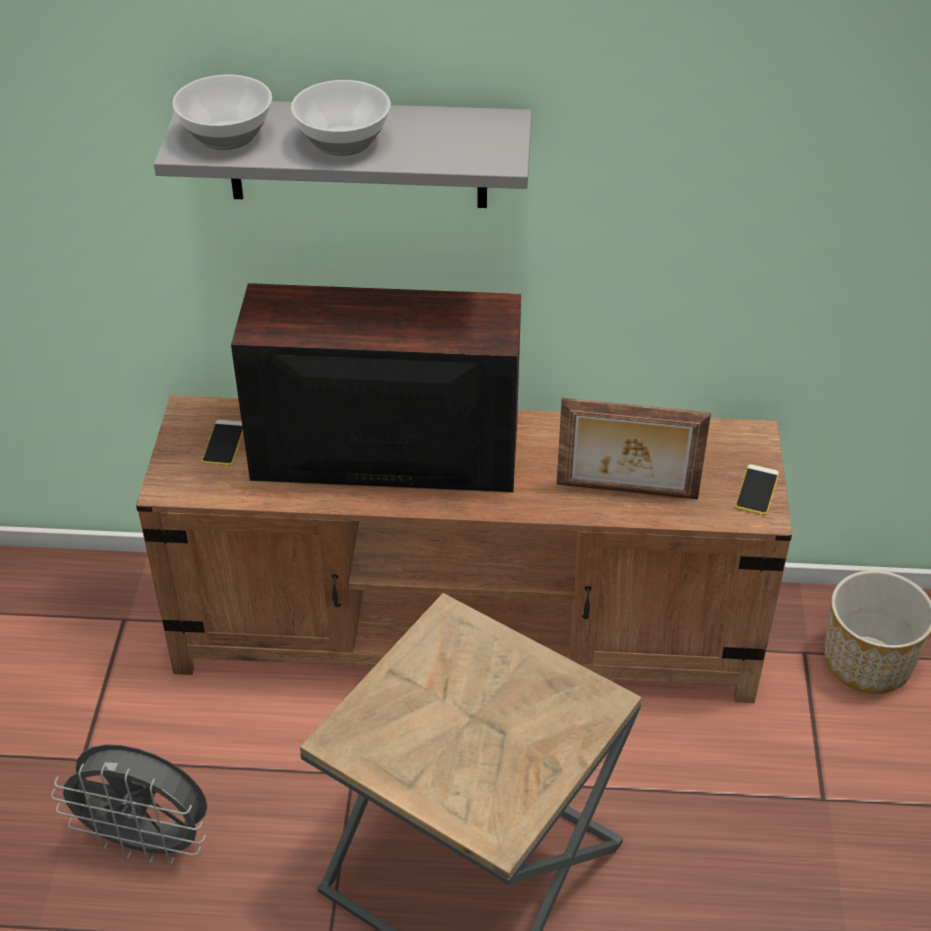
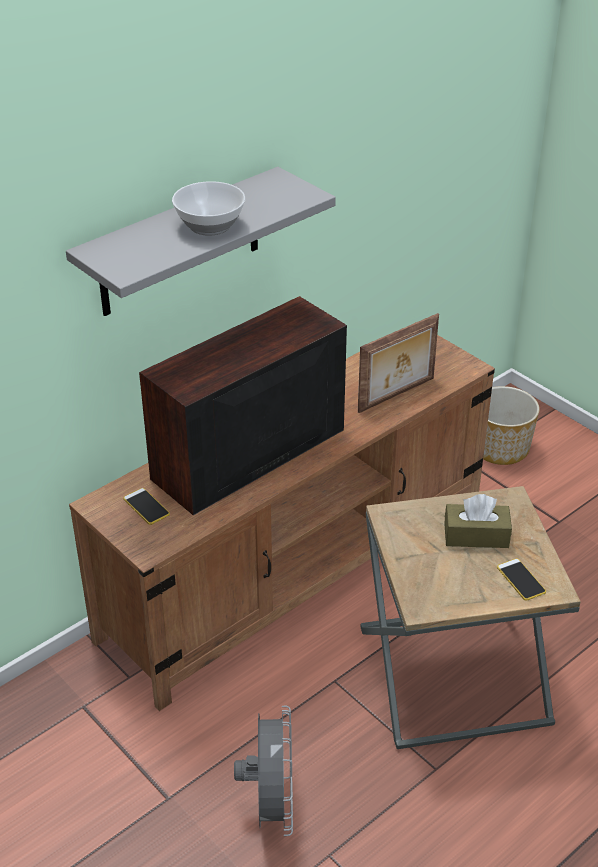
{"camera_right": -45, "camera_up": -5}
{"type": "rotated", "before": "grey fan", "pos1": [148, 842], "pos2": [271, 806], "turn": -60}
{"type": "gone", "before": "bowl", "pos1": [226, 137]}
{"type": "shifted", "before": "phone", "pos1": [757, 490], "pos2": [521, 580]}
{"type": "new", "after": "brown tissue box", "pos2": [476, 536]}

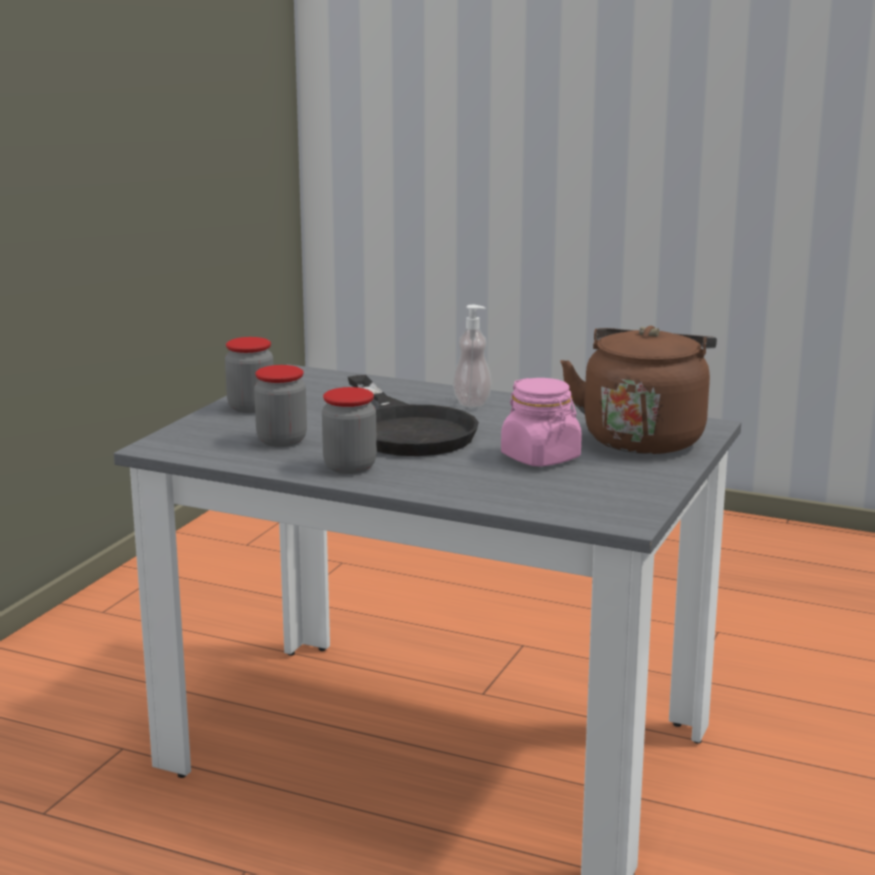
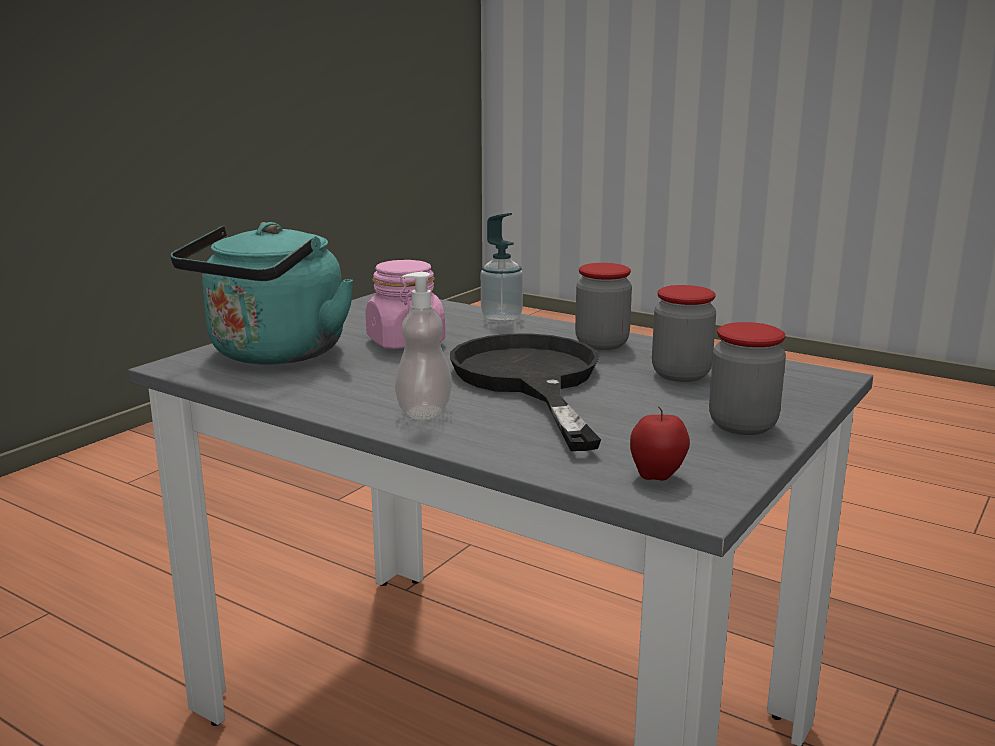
{"camera_right": -170, "camera_up": 0}
{"type": "repainted", "before": "brown kettle", "after": "turquoise kettle", "pos1": [643, 438], "pos2": [273, 355]}
{"type": "new", "after": "soap dispenser", "pos2": [501, 318]}
{"type": "new", "after": "apple", "pos2": [657, 477]}

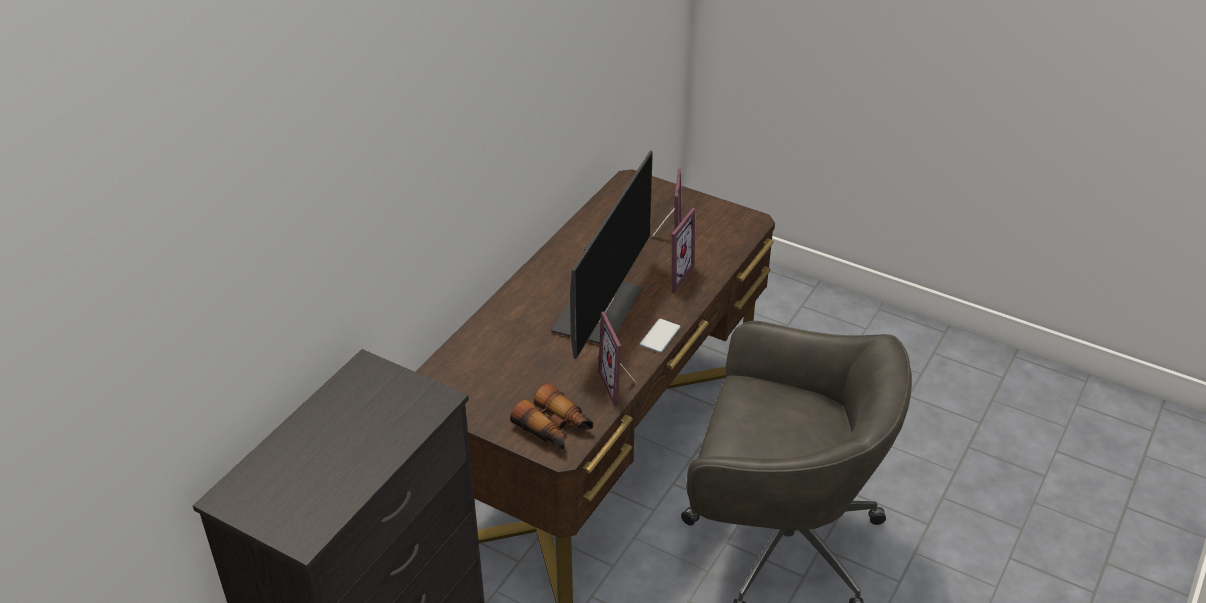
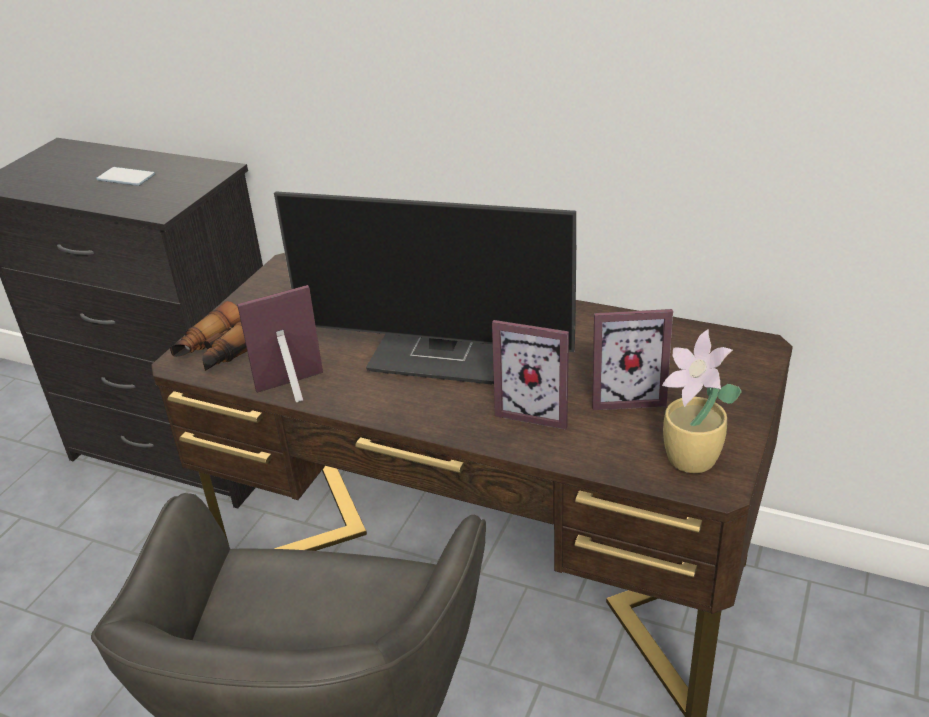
{"camera_right": 85, "camera_up": -5}
{"type": "shifted", "before": "phone", "pos1": [660, 336], "pos2": [126, 178]}
{"type": "new", "after": "potted plant", "pos2": [691, 461]}

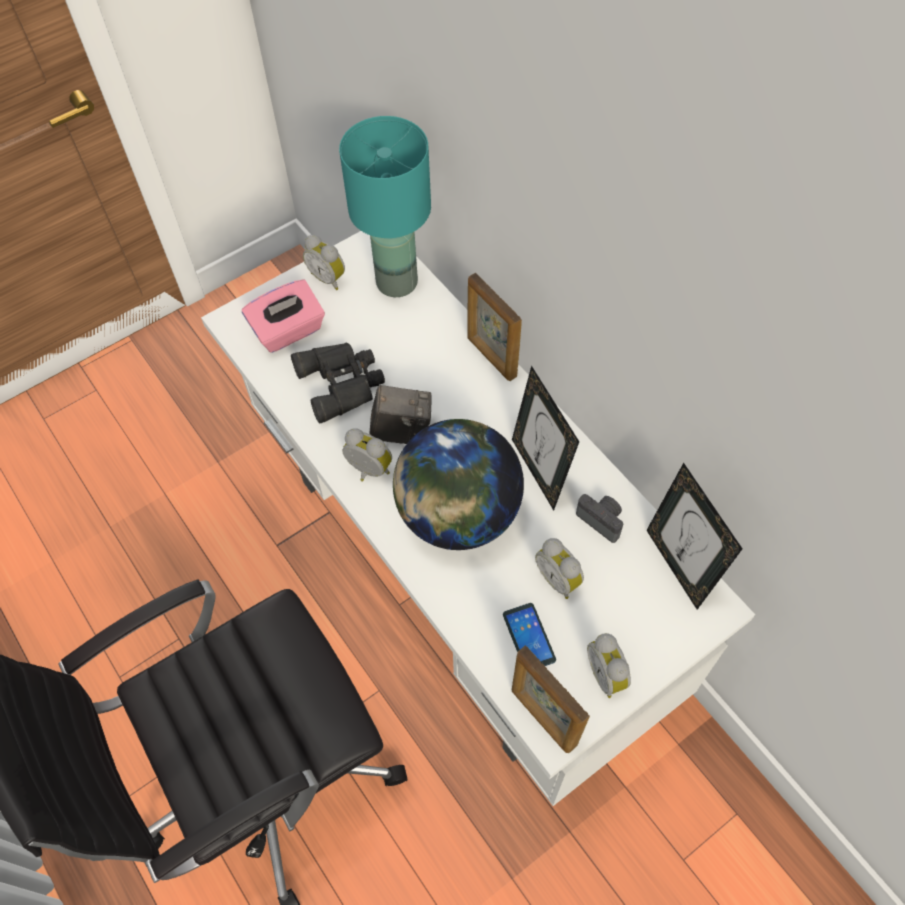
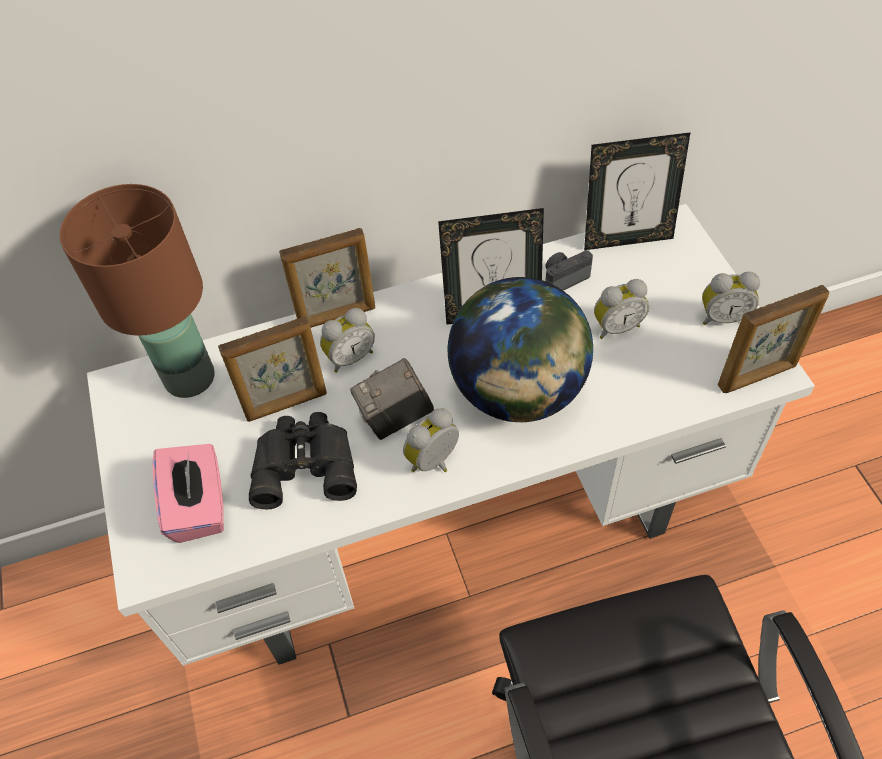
{"camera_right": -70, "camera_up": -5}
{"type": "shifted", "before": "alarm clock", "pos1": [329, 277], "pos2": [349, 357]}
{"type": "repainted", "before": "turquoise table lamp", "after": "brown table lamp", "pos1": [398, 282], "pos2": [190, 376]}
{"type": "rotated", "before": "photo camera", "pos1": [402, 431], "pos2": [396, 418], "turn": -135}
{"type": "gone", "before": "phone", "pos1": [528, 637]}
{"type": "new", "after": "picture frame", "pos2": [286, 404]}

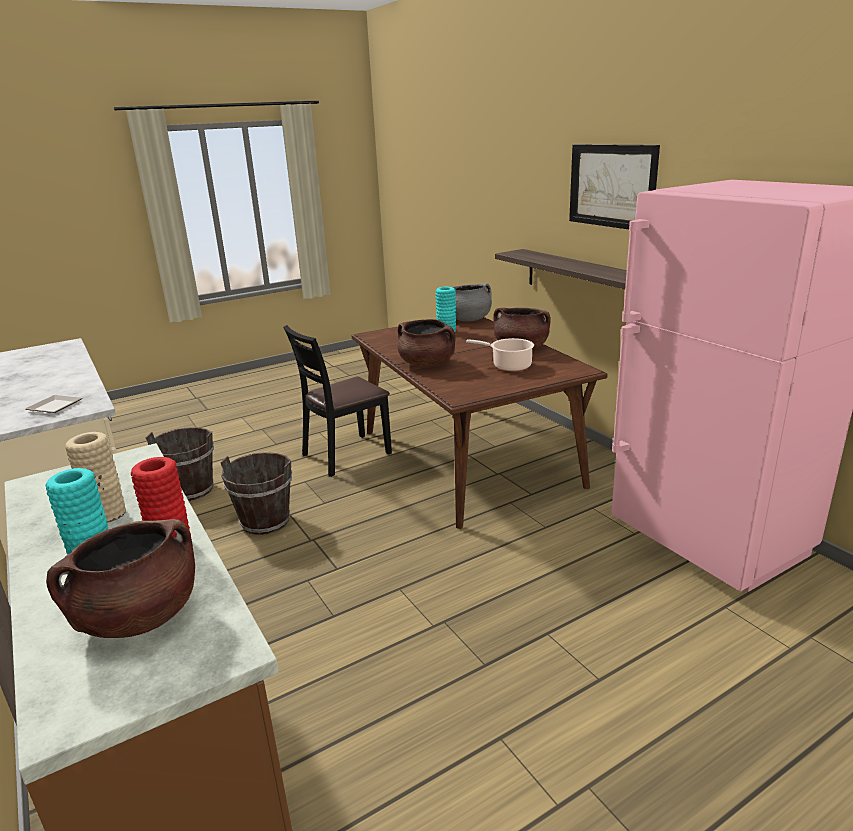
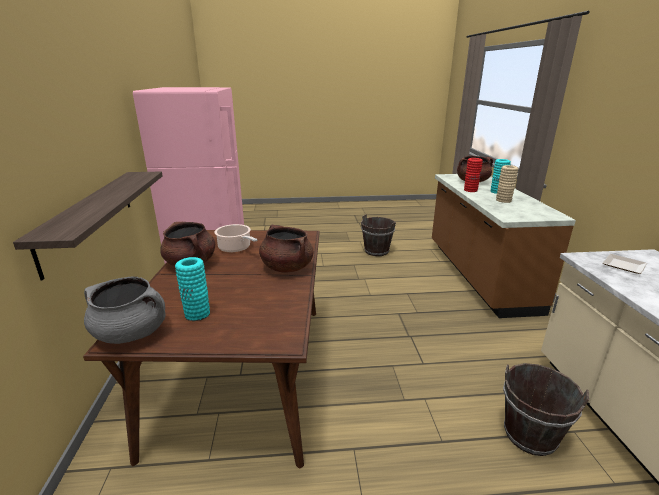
{"camera_right": -155, "camera_up": 0}
{"type": "shifted", "before": "brown bucket", "pos1": [266, 521], "pos2": [376, 251]}
{"type": "gone", "before": "black chair", "pos1": [345, 455]}
{"type": "gone", "before": "picture", "pos1": [612, 186]}

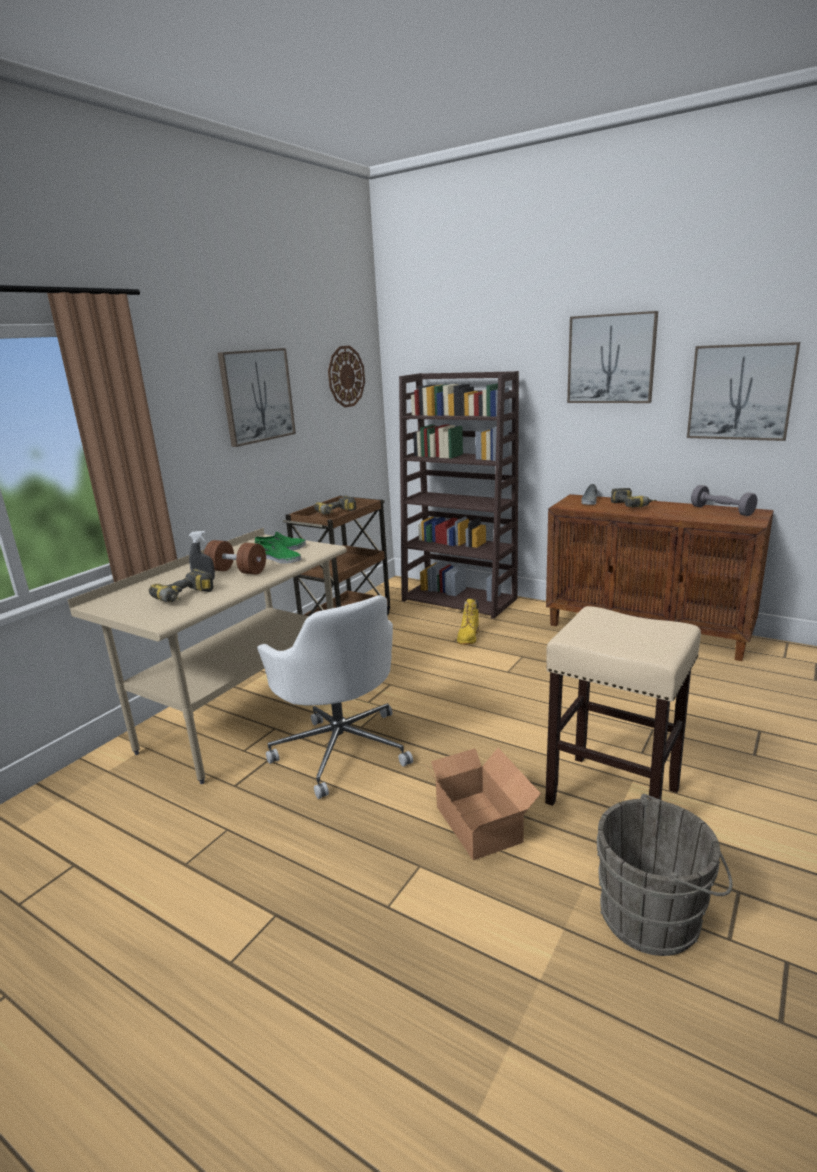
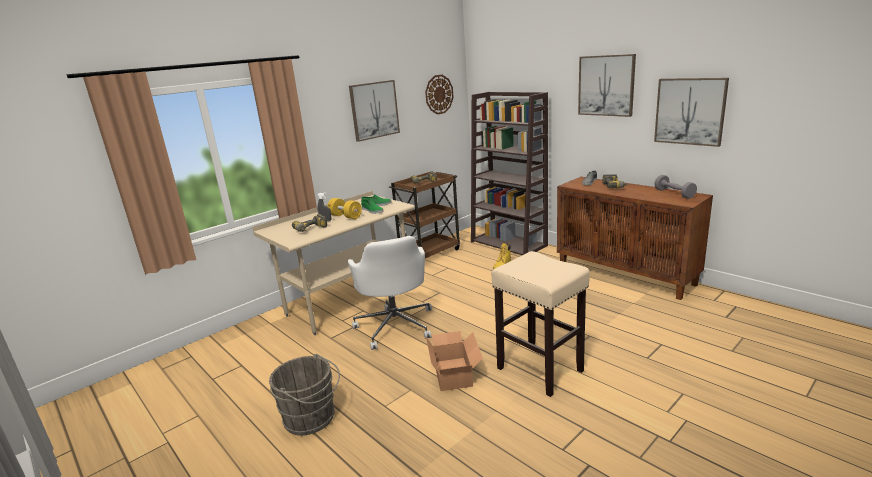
{"camera_right": 15, "camera_up": 0}
{"type": "repainted", "before": "brown dumbbell", "after": "yellow dumbbell", "pos1": [237, 571], "pos2": [345, 216]}
{"type": "shifted", "before": "grey bucket", "pos1": [656, 916], "pos2": [312, 418]}

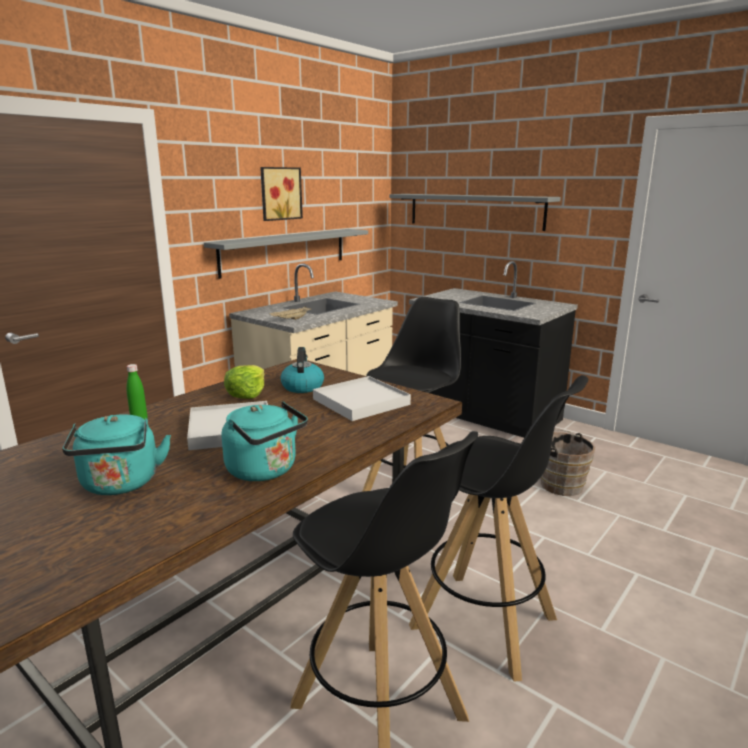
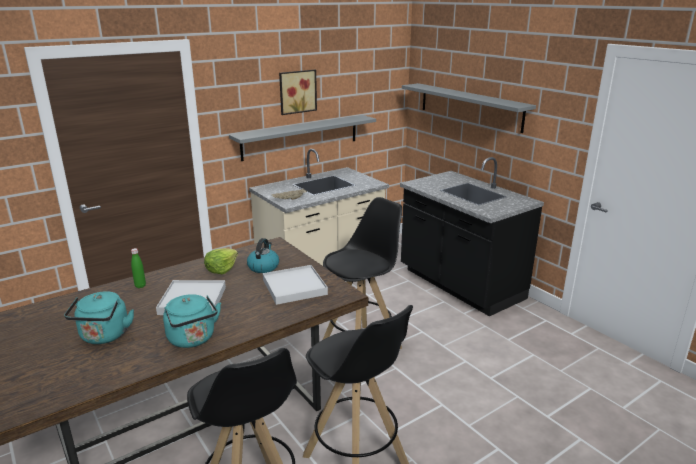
{"camera_right": 15, "camera_up": 5}
{"type": "gone", "before": "brown bucket", "pos1": [558, 484]}

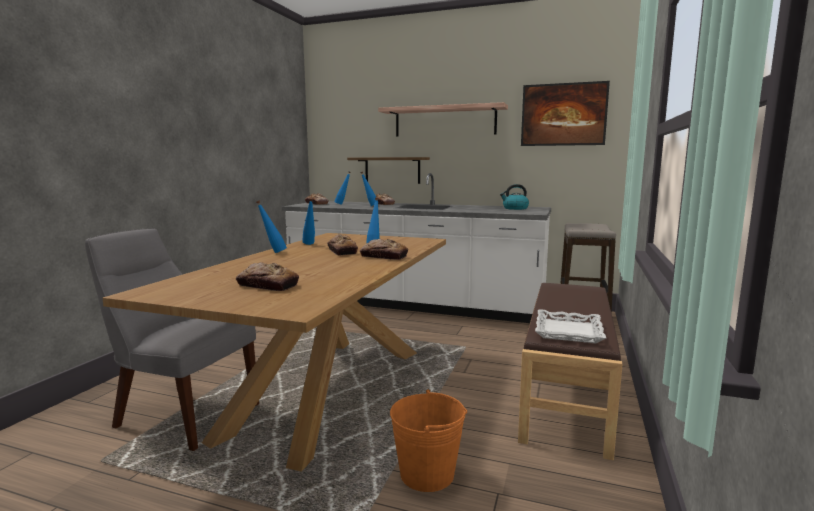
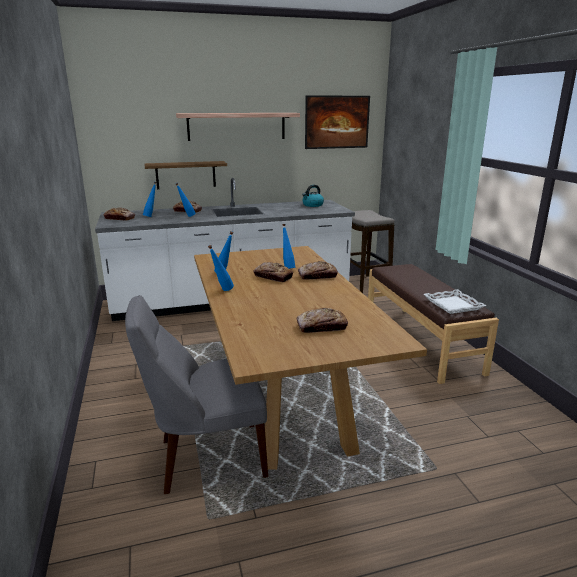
{"camera_right": -35, "camera_up": 10}
{"type": "gone", "before": "orange bucket", "pos1": [427, 474]}

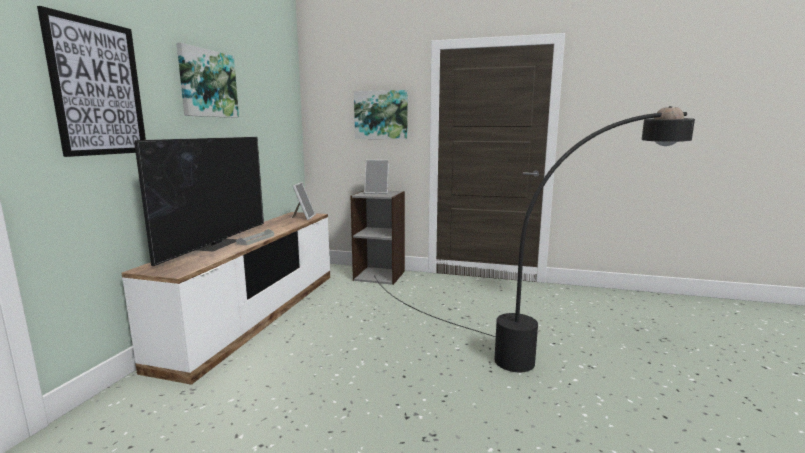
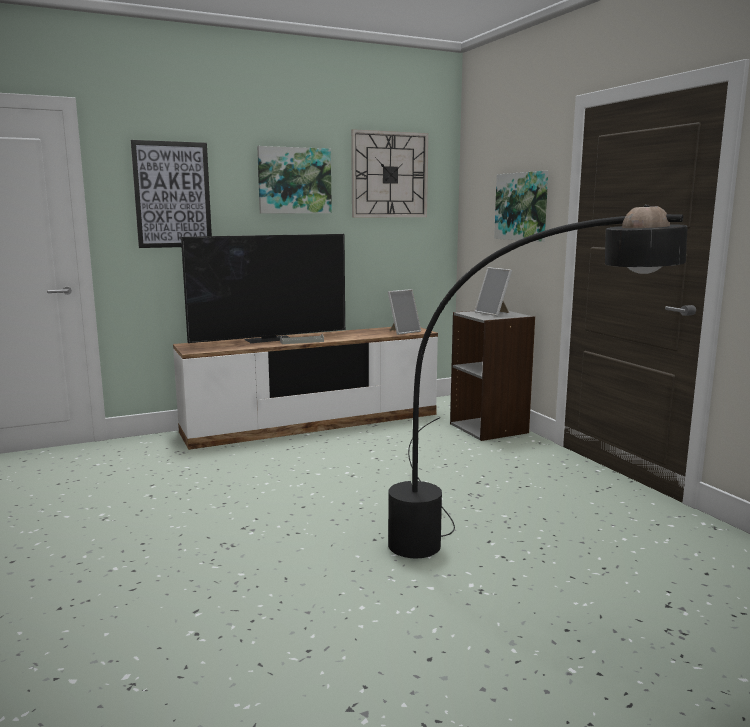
{"camera_right": 50, "camera_up": 0}
{"type": "new", "after": "wall clock", "pos2": [389, 175]}

